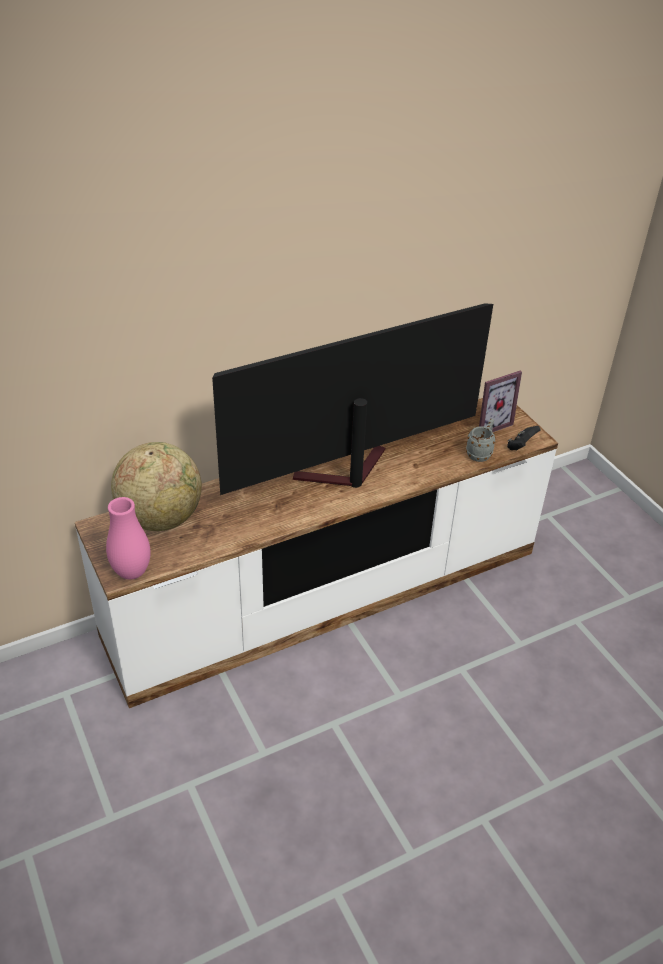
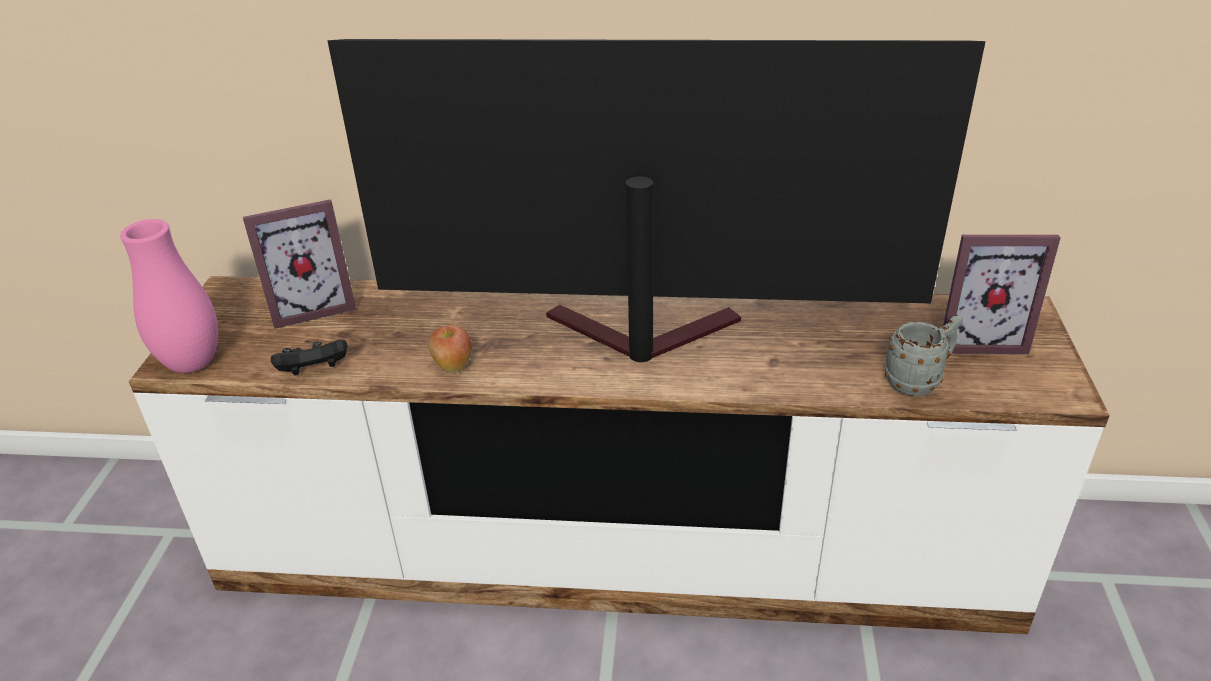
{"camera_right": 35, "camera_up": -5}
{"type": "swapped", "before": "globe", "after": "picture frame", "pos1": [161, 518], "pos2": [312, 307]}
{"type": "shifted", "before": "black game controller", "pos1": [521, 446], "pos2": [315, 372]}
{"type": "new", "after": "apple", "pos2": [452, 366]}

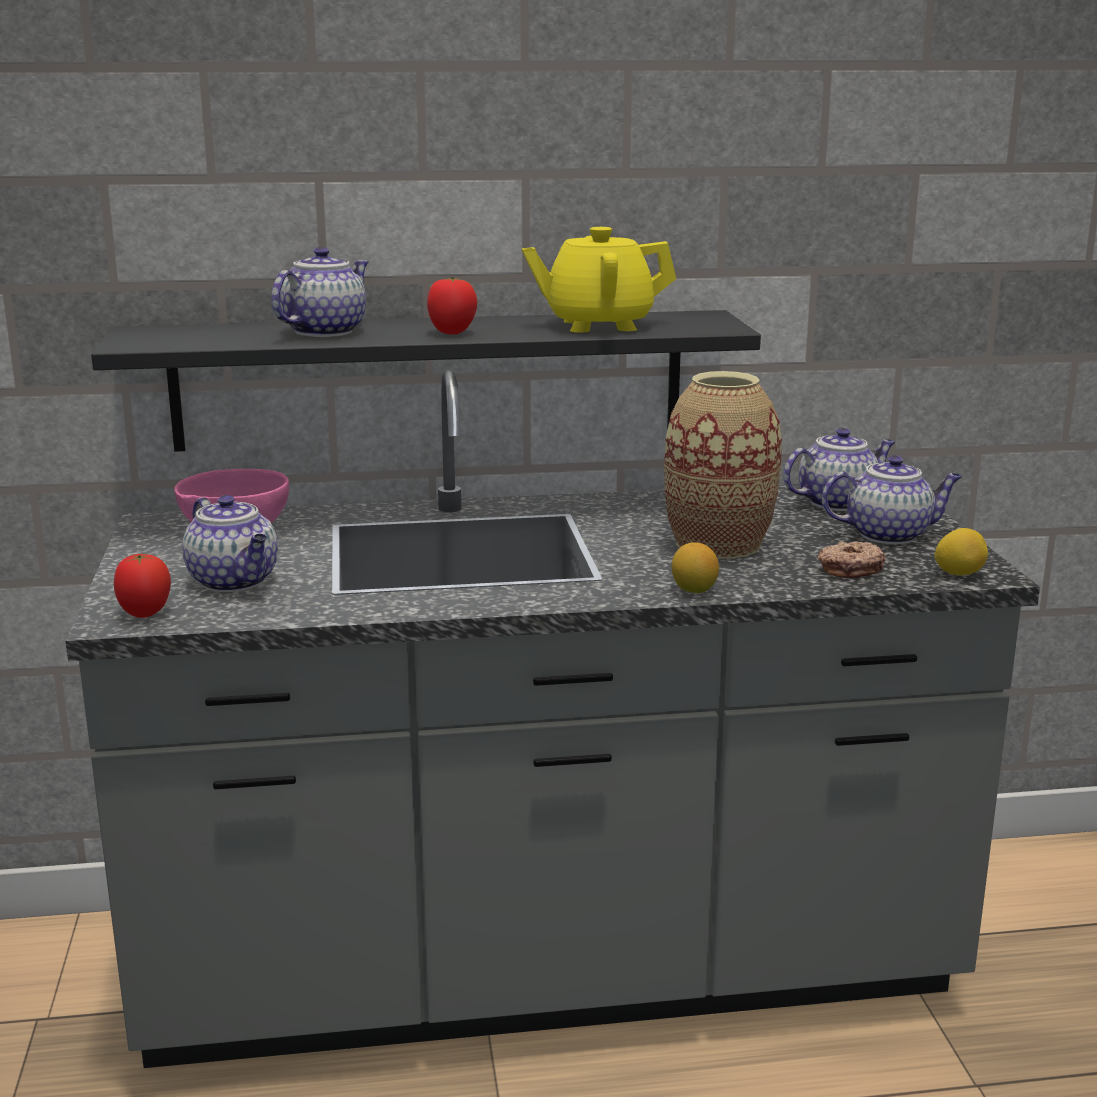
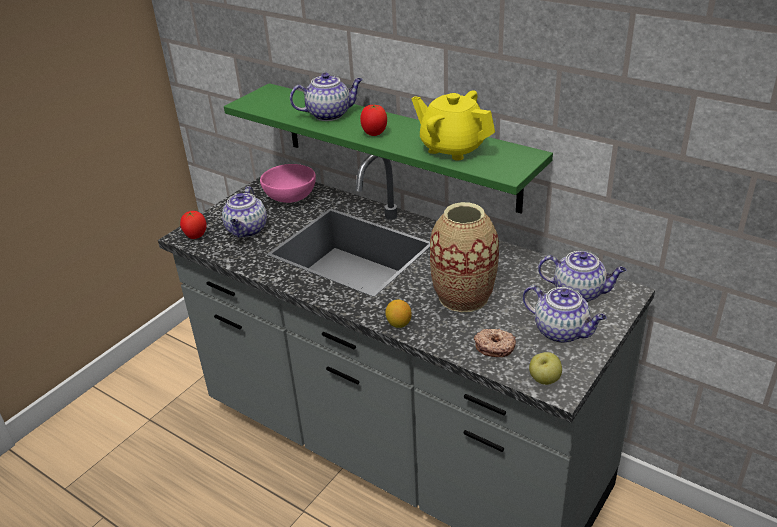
{"camera_right": 45, "camera_up": 15}
{"type": "repainted", "before": "black shelf", "after": "green shelf", "pos1": [430, 380], "pos2": [397, 145]}
{"type": "swapped", "before": "lemon", "after": "apple", "pos1": [959, 573], "pos2": [544, 380]}

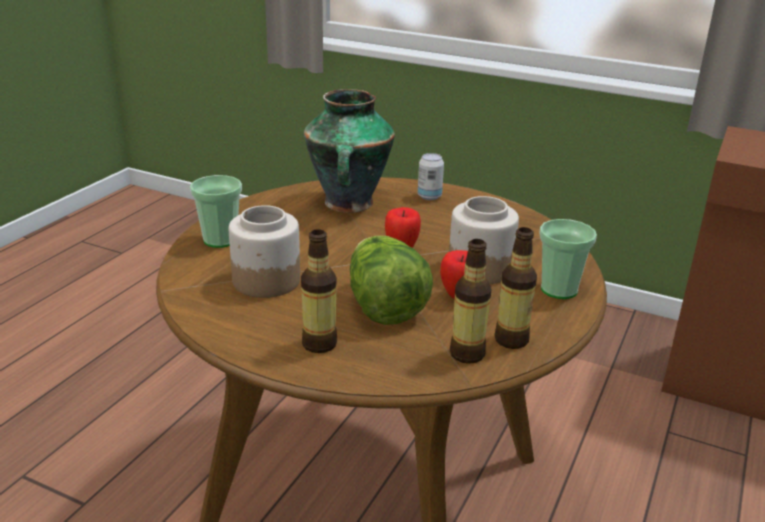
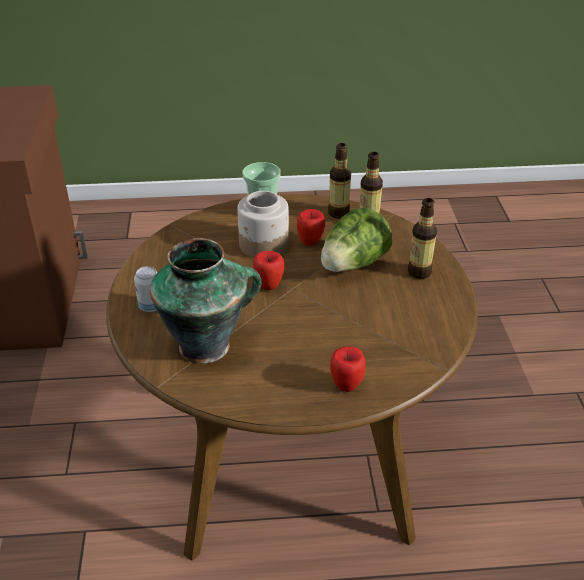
{"camera_right": -120, "camera_up": 10}
{"type": "swapped", "before": "cup", "after": "apple", "pos1": [220, 240], "pos2": [346, 385]}
{"type": "gone", "before": "jar", "pos1": [265, 281]}

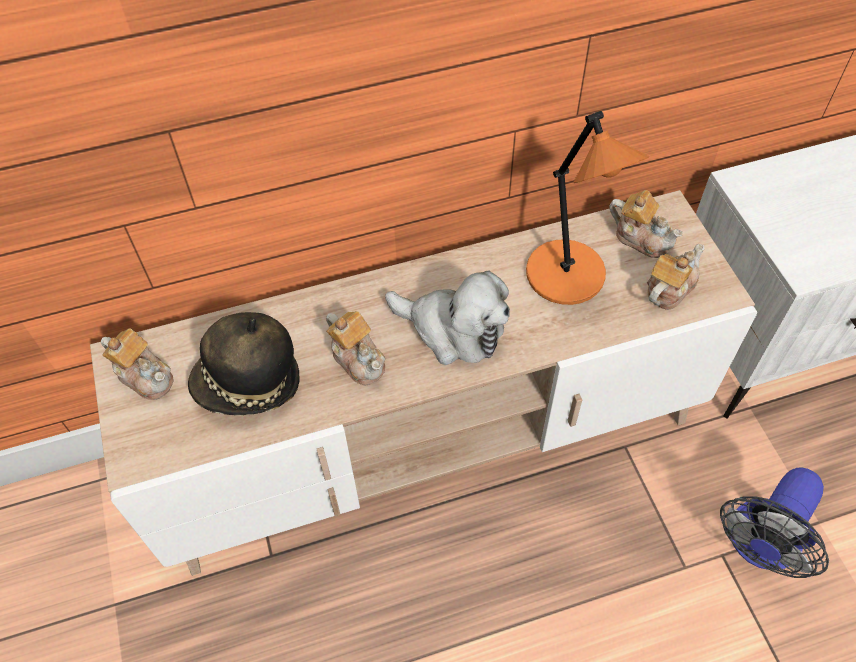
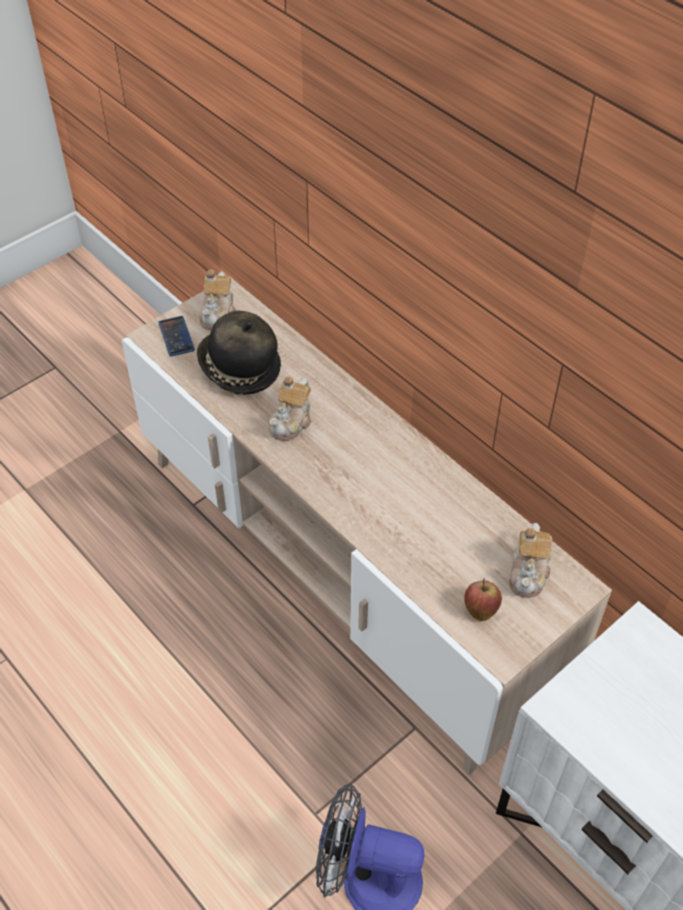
{"camera_right": 65, "camera_up": -5}
{"type": "gone", "before": "plush toy", "pos1": [453, 330]}
{"type": "gone", "before": "orange table lamp", "pos1": [568, 277]}
{"type": "swapped", "before": "teapot", "after": "apple", "pos1": [668, 289], "pos2": [480, 609]}
{"type": "new", "after": "phone", "pos2": [176, 336]}

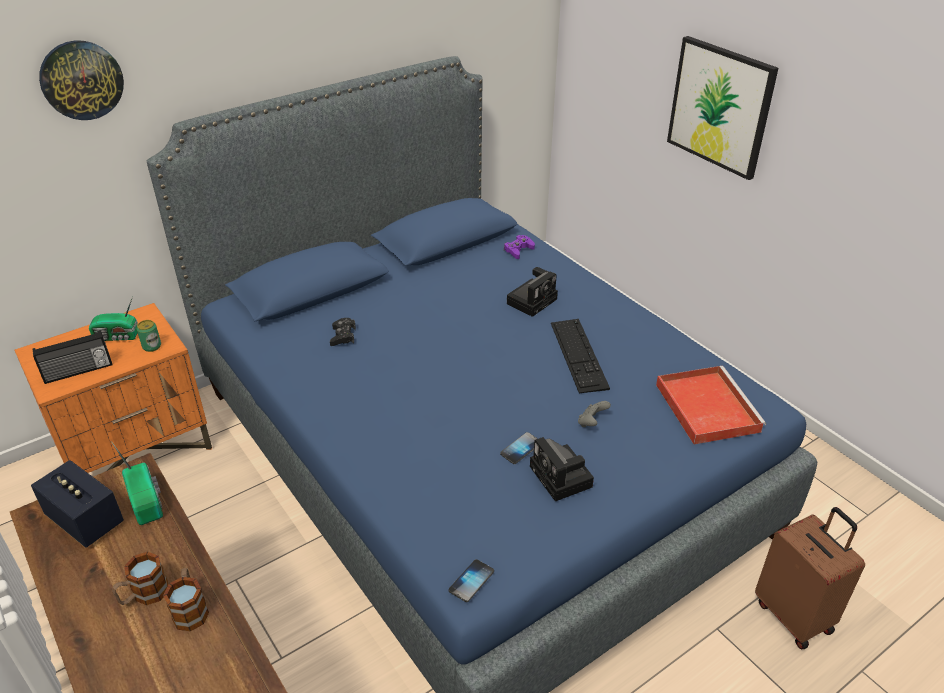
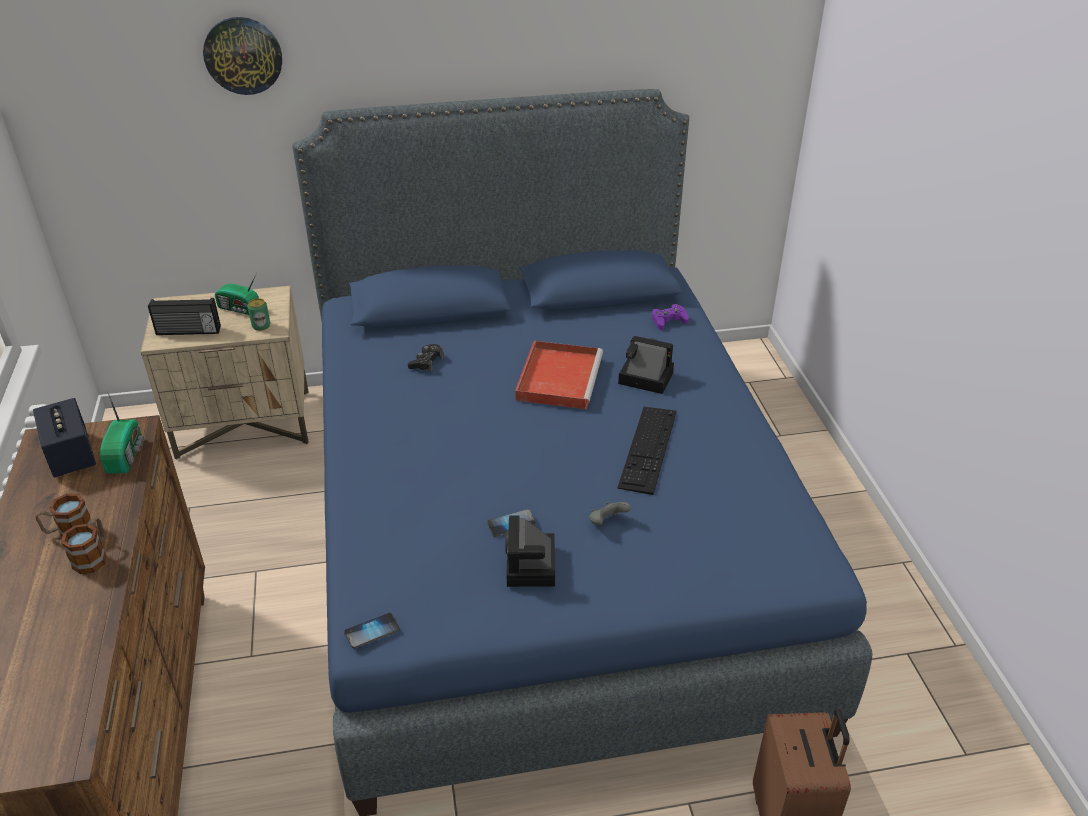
{"camera_right": 25, "camera_up": 0}
{"type": "repainted", "before": "orange nightstand", "after": "beige nightstand", "pos1": [136, 449], "pos2": [245, 424]}
{"type": "rotated", "before": "photo camera", "pos1": [532, 300], "pos2": [643, 378], "turn": -135}
{"type": "shifted", "before": "red tray", "pos1": [705, 406], "pos2": [558, 377]}
{"type": "gone", "before": "picture", "pos1": [720, 106]}

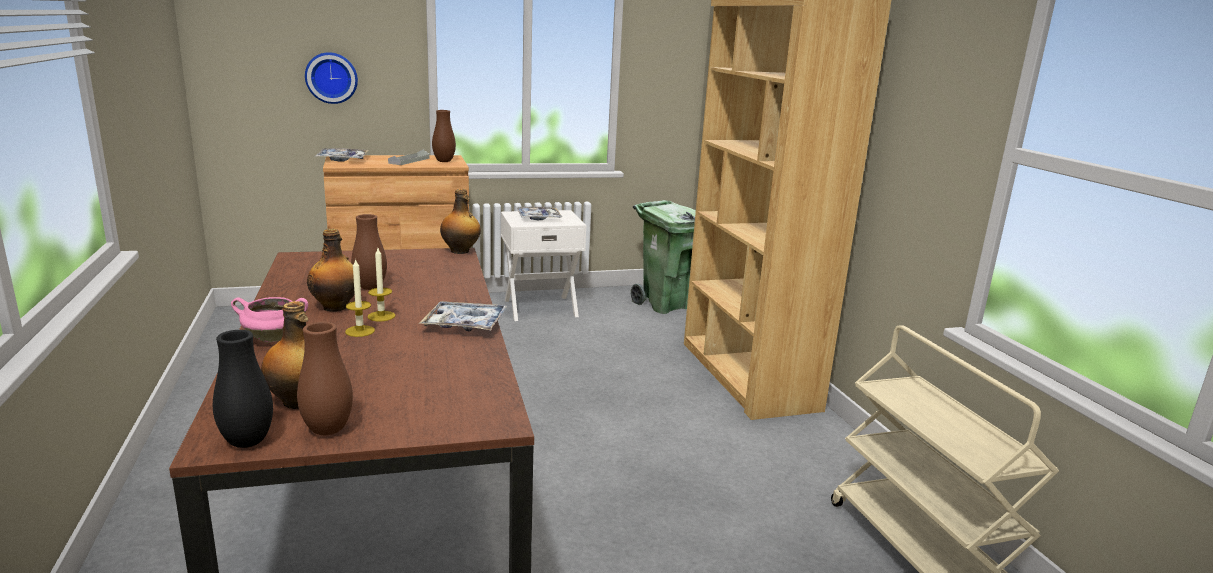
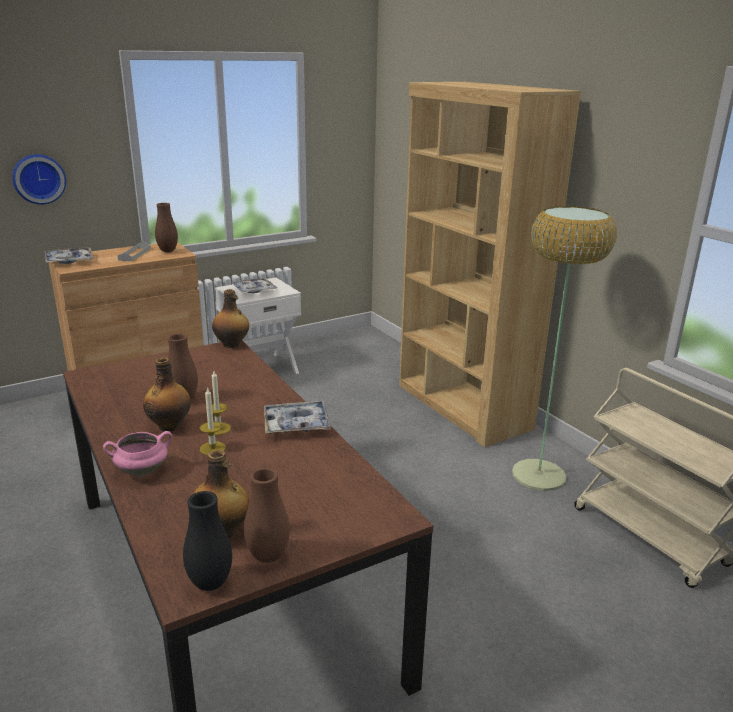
{"camera_right": -15, "camera_up": 5}
{"type": "gone", "before": "green trash can", "pos1": [665, 305]}
{"type": "new", "after": "floor lamp", "pos2": [539, 475]}

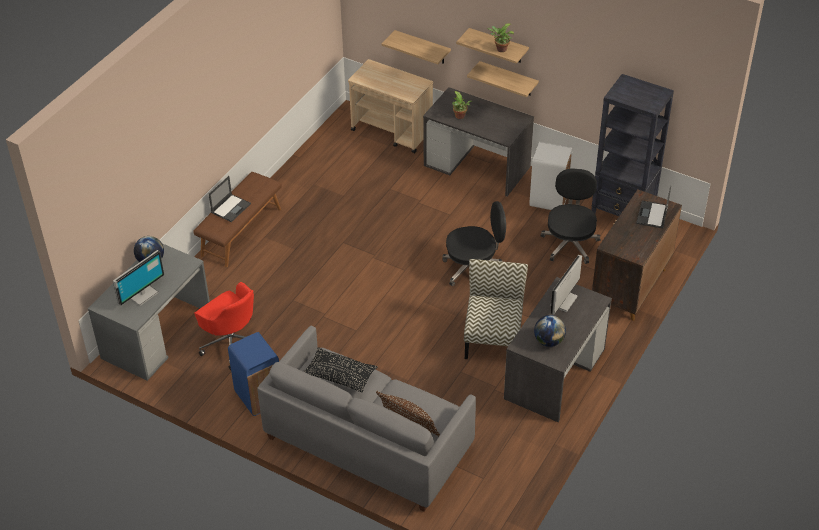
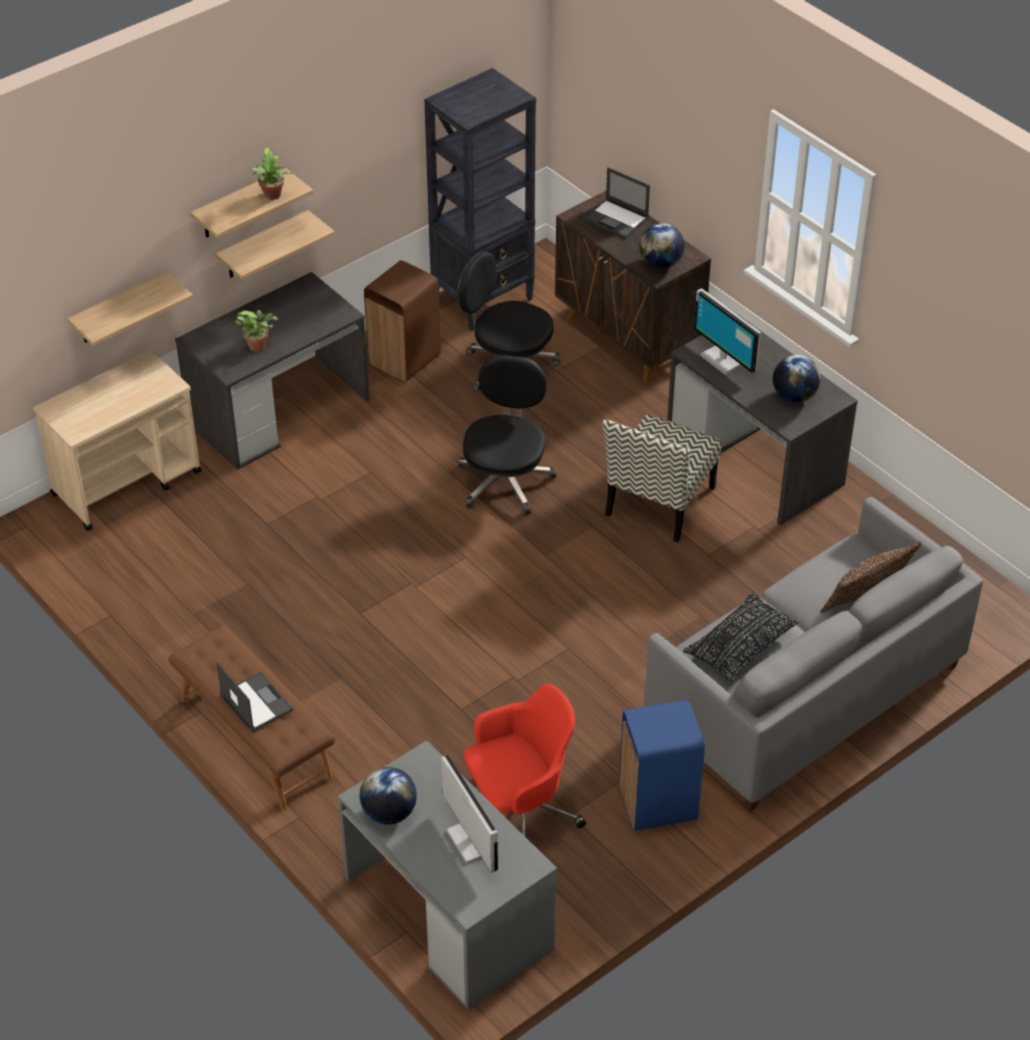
{"camera_right": -70, "camera_up": 0}
{"type": "rotated", "before": "chair", "pos1": [492, 339], "pos2": [659, 502], "turn": -90}
{"type": "repainted", "before": "white trash can", "after": "brown trash can", "pos1": [548, 200], "pos2": [405, 360]}
{"type": "new", "after": "globe", "pos2": [661, 263]}

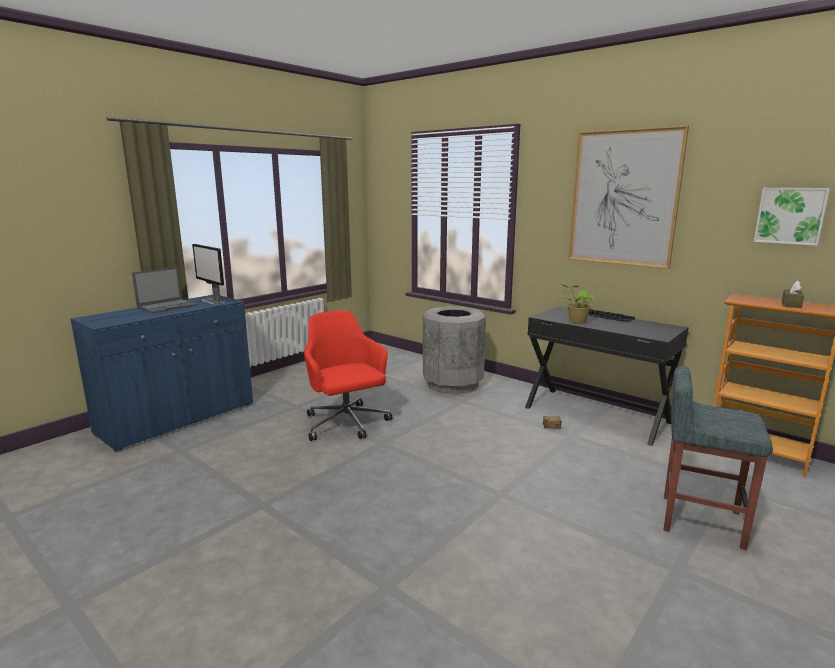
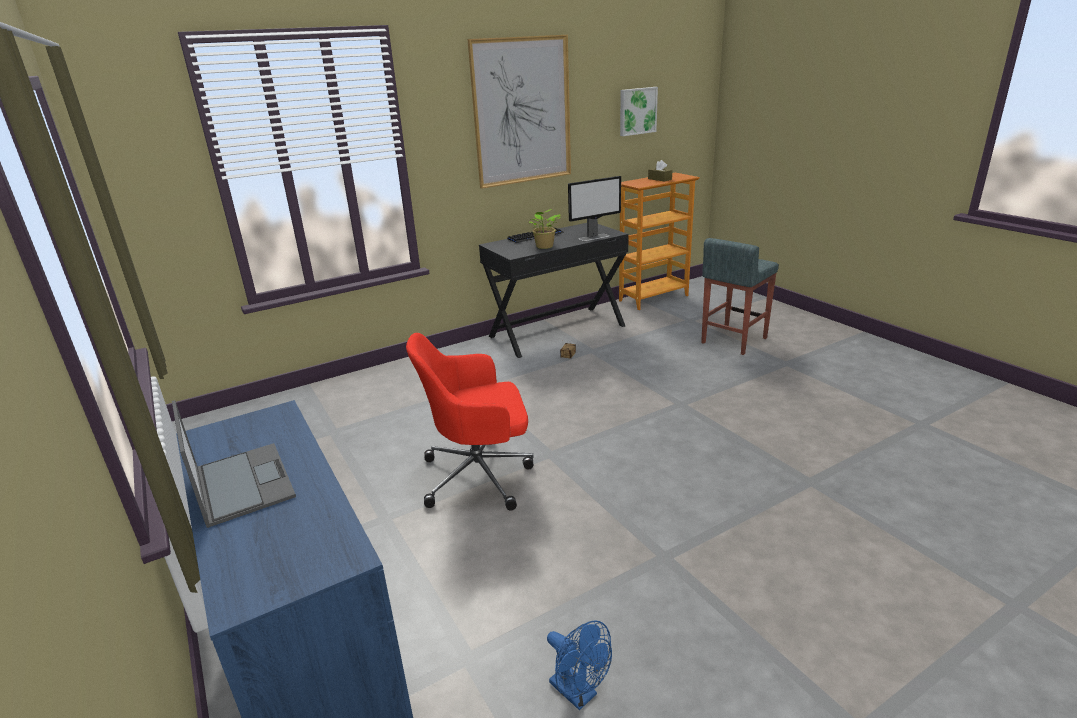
{"camera_right": -70, "camera_up": 10}
{"type": "shifted", "before": "monitor", "pos1": [213, 301], "pos2": [594, 237]}
{"type": "gone", "before": "grey trash can", "pos1": [452, 384]}
{"type": "new", "after": "blue fan", "pos2": [579, 693]}

